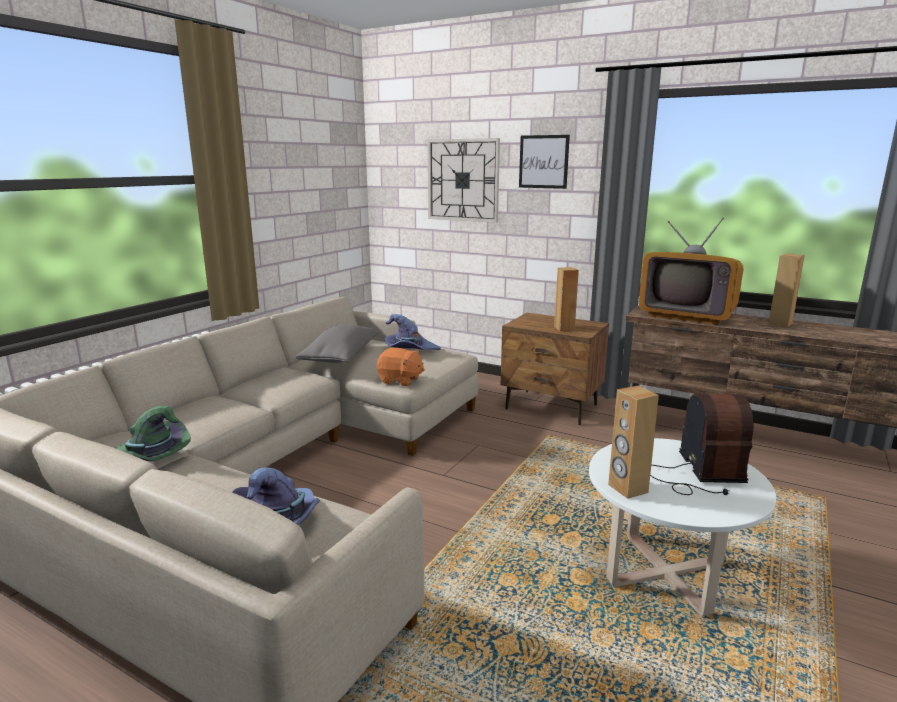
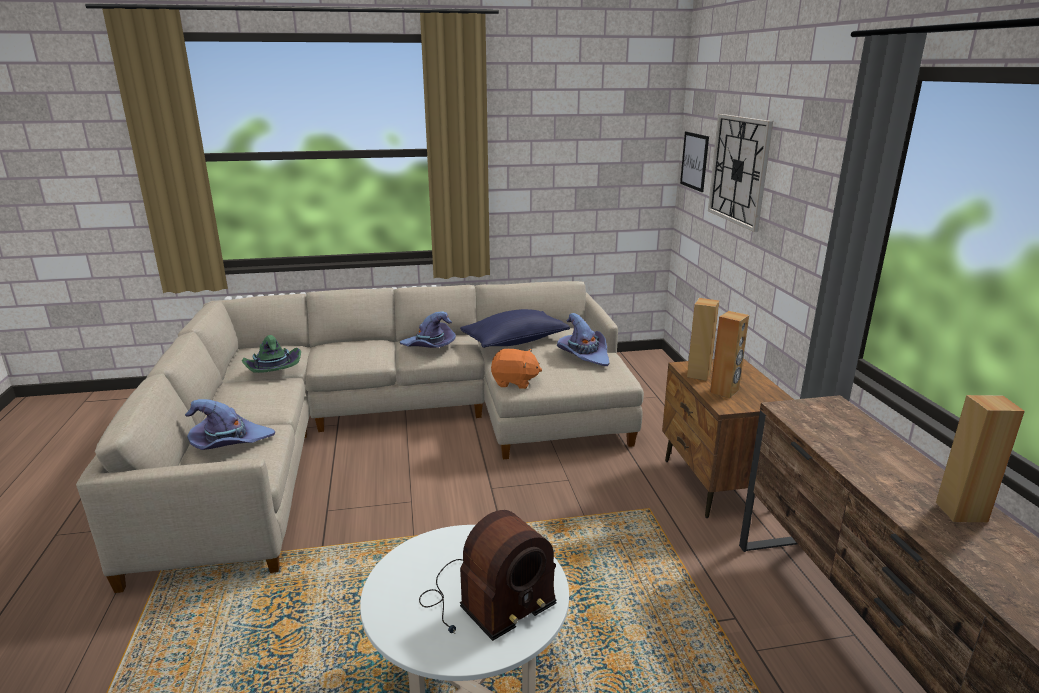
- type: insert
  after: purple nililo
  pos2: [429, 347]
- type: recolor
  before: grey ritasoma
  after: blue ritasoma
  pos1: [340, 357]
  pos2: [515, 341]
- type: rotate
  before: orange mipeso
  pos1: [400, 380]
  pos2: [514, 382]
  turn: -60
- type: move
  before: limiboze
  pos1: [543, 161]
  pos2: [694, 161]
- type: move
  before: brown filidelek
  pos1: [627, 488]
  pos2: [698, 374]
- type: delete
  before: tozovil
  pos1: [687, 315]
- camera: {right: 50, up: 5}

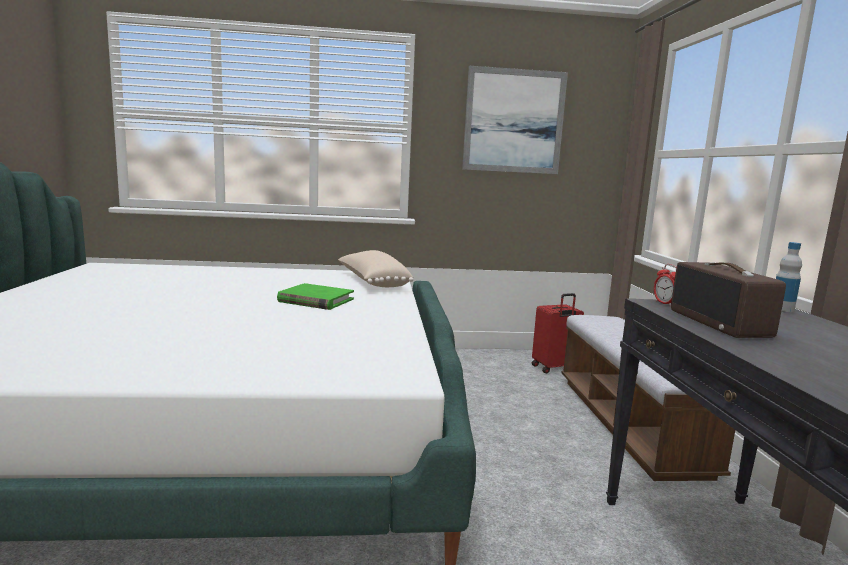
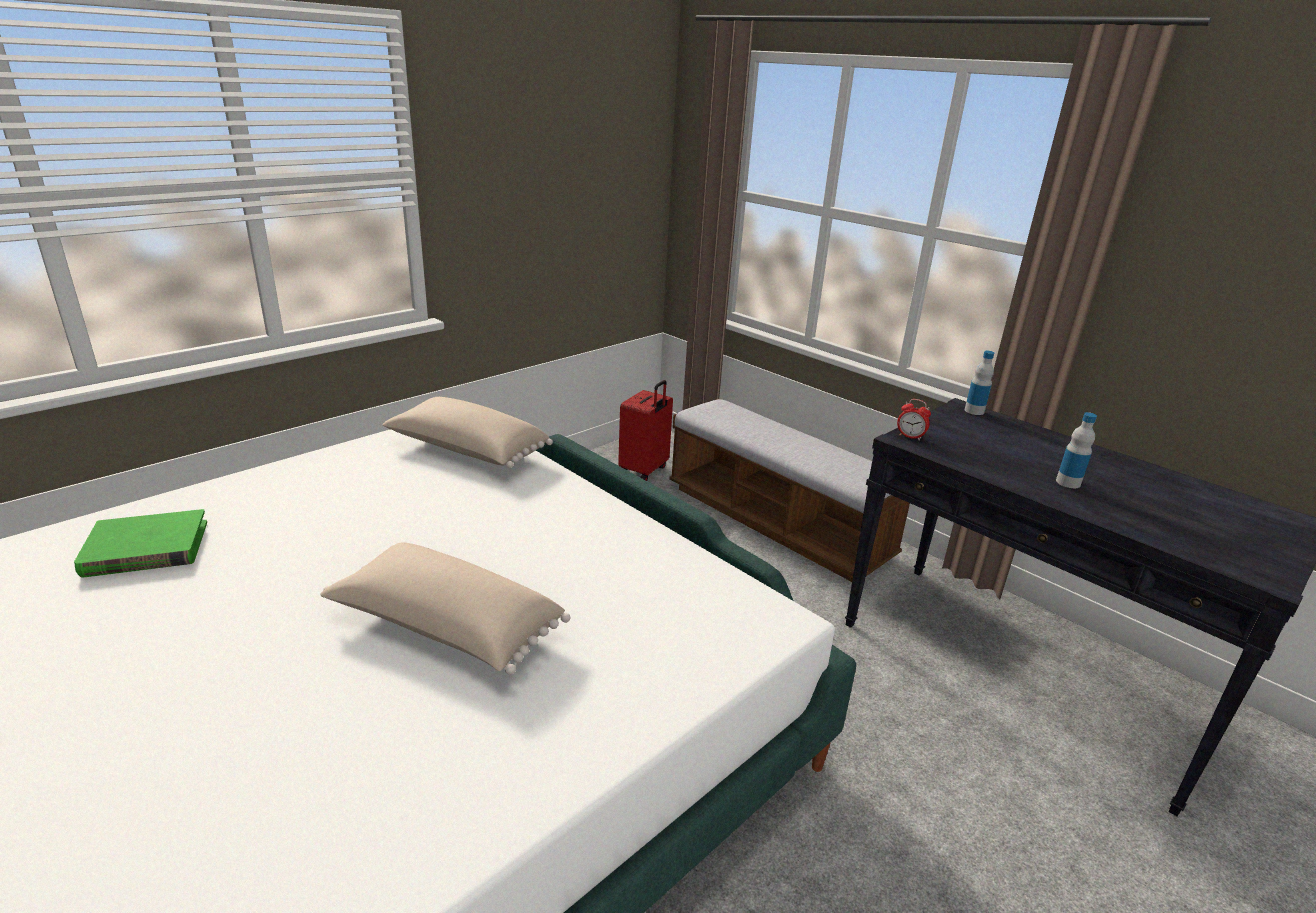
- type: move
  before: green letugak
  pos1: [315, 300]
  pos2: [146, 549]
- type: insert
  after: beige ritasoma
  pos2: [445, 628]
- type: insert
  after: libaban
  pos2: [1068, 482]
- type: delete
  before: limiboze
  pos1: [514, 121]
- type: delete
  before: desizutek
  pos1: [720, 323]
- camera: {right: -40, up: 15}

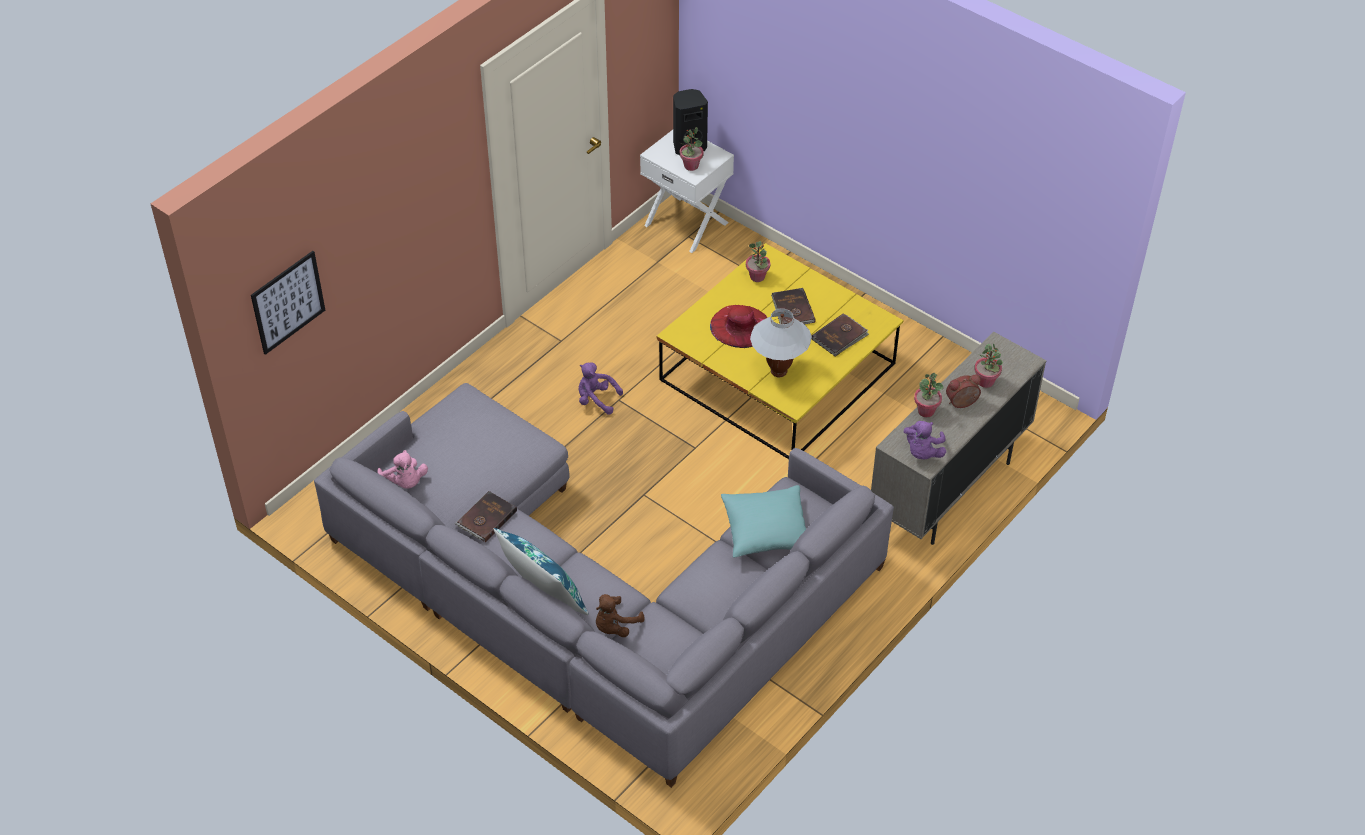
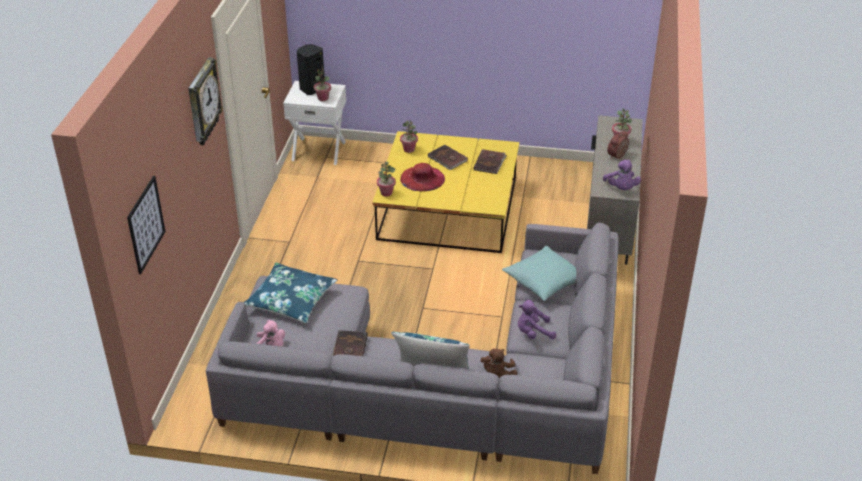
- type: insert
  after: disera
  pos2: [202, 102]
- type: insert
  after: blue ritasoma
  pos2: [291, 300]
- type: move
  before: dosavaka
  pos1: [926, 411]
  pos2: [386, 193]
- type: move
  before: purple mipeso
  pos1: [596, 400]
  pos2: [533, 333]
- type: delete
  before: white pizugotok
  pos1: [779, 371]
- camera: {right: -30, up: -10}

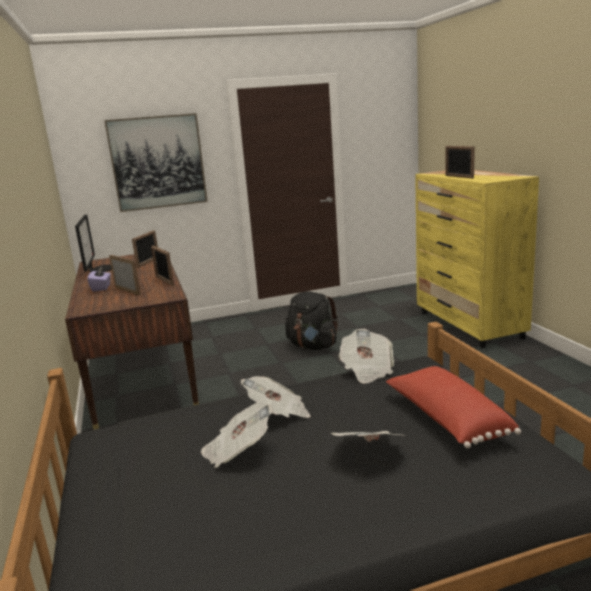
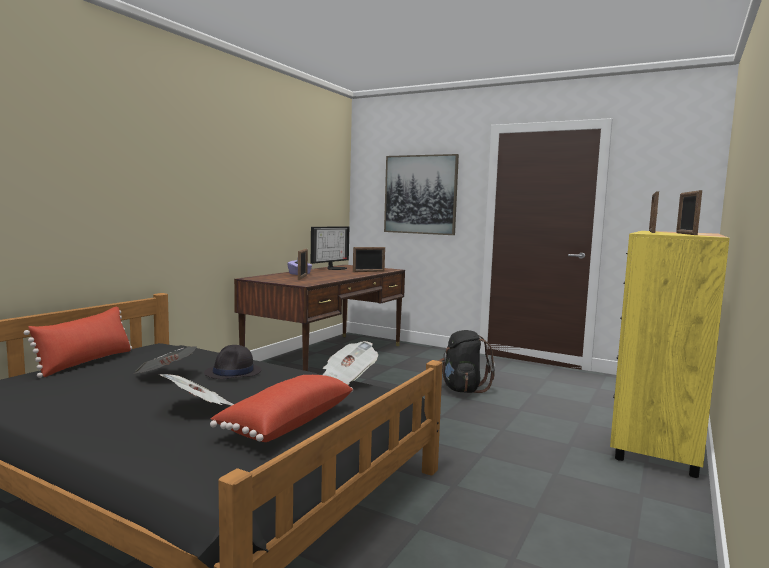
- type: insert
  after: red ritasoma
  pos2: [86, 362]
- type: replace
  before: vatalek
  after: black nililo
  pos1: [278, 413]
  pos2: [233, 372]
- type: move
  before: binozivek
  pos1: [164, 281]
  pos2: [686, 234]
- camera: {right: 45, up: -10}

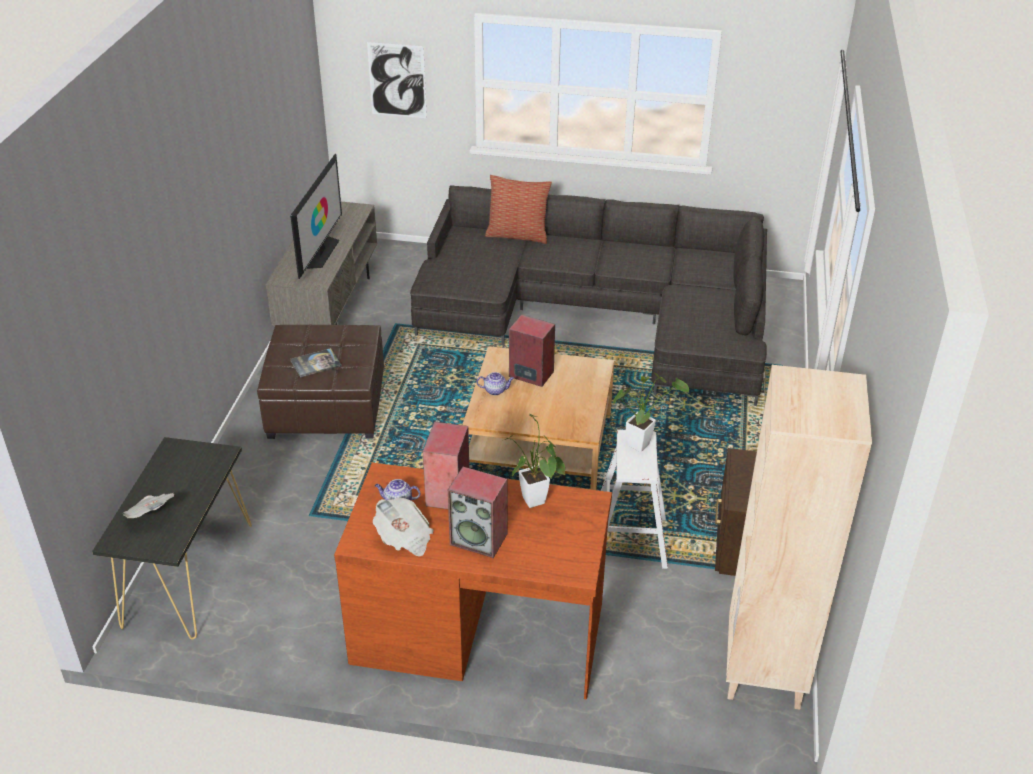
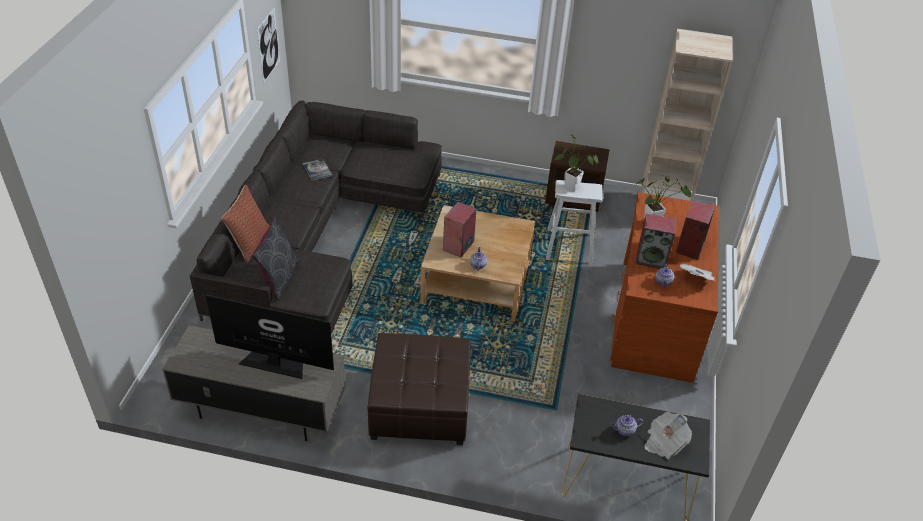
- type: insert
  after: grey ritasoma
  pos2: [278, 278]
- type: move
  before: limiboze
  pos1: [397, 80]
  pos2: [268, 45]
- type: move
  before: letugak
  pos1: [316, 363]
  pos2: [317, 170]
- type: insert
  after: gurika
  pos2: [624, 430]
- camera: {right: -90, up: 5}

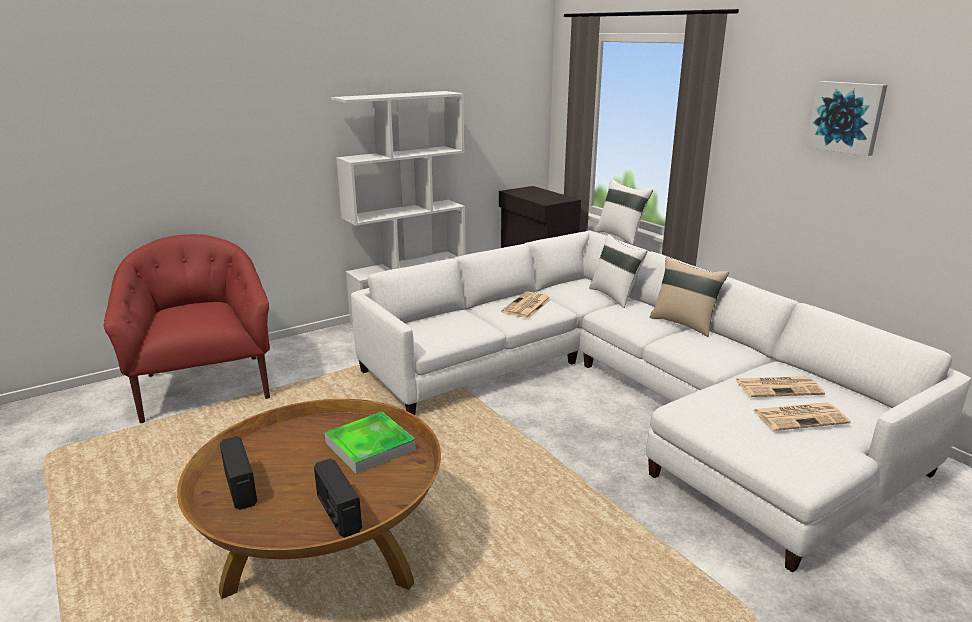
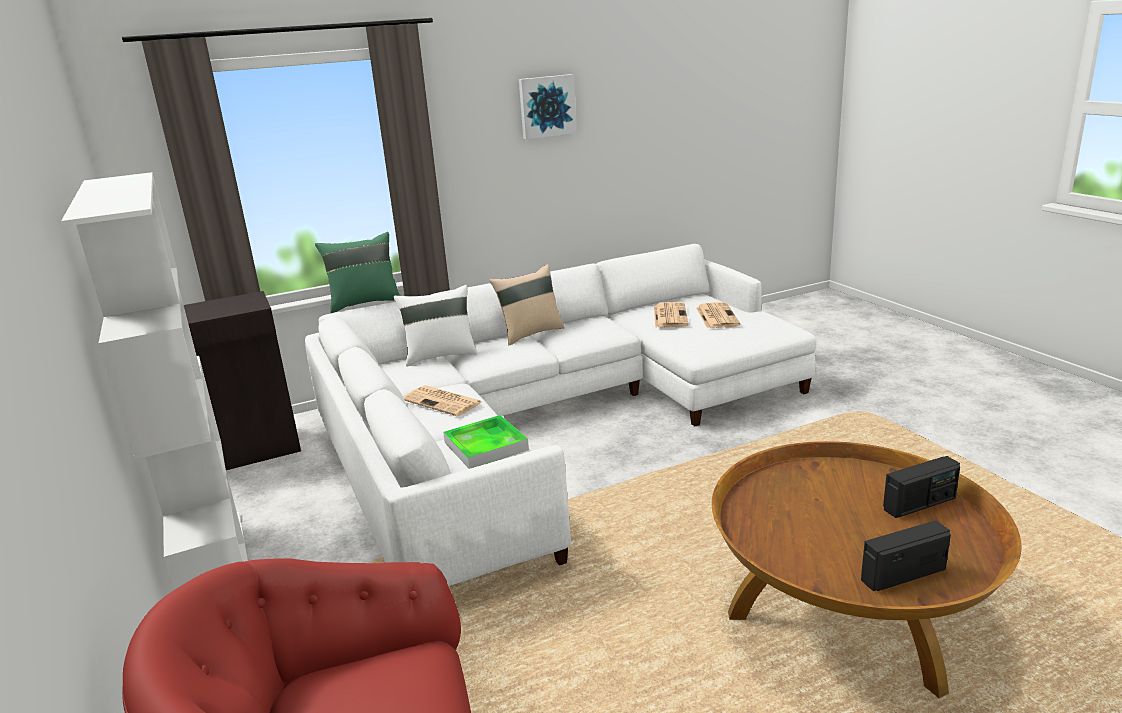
- type: recolor
  before: white ritasoma
  after: green ritasoma
  pos1: [620, 236]
  pos2: [364, 303]
- type: move
  before: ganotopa
  pos1: [370, 446]
  pos2: [486, 446]
- camera: {right: -80, up: 0}

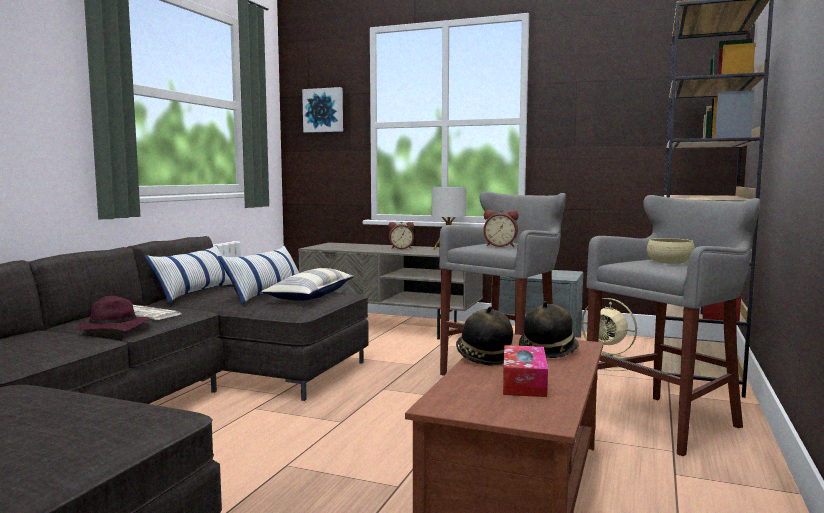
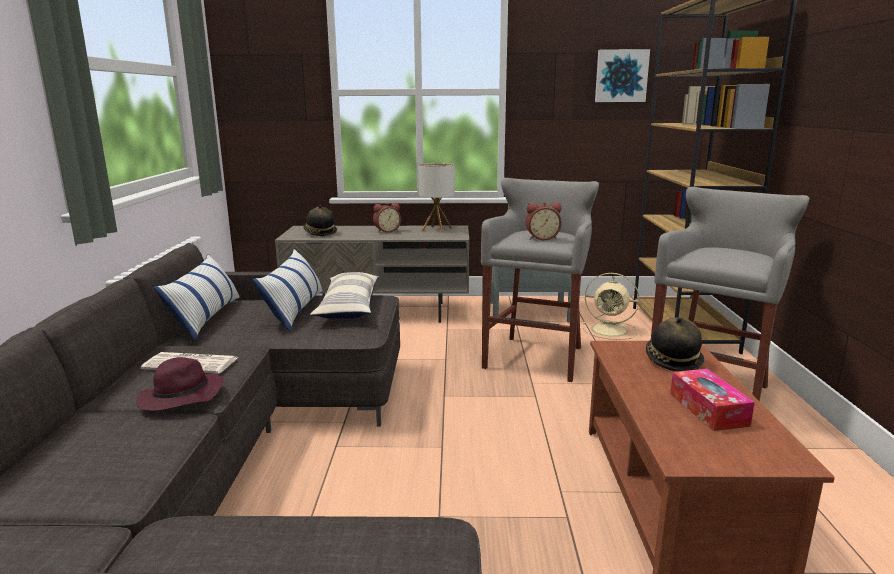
- type: move
  before: nililo
  pos1: [485, 357]
  pos2: [320, 233]
- type: move
  before: limiboze
  pos1: [323, 110]
  pos2: [621, 76]
- type: delete
  before: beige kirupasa
  pos1: [669, 262]
- camera: {right: -20, up: 10}

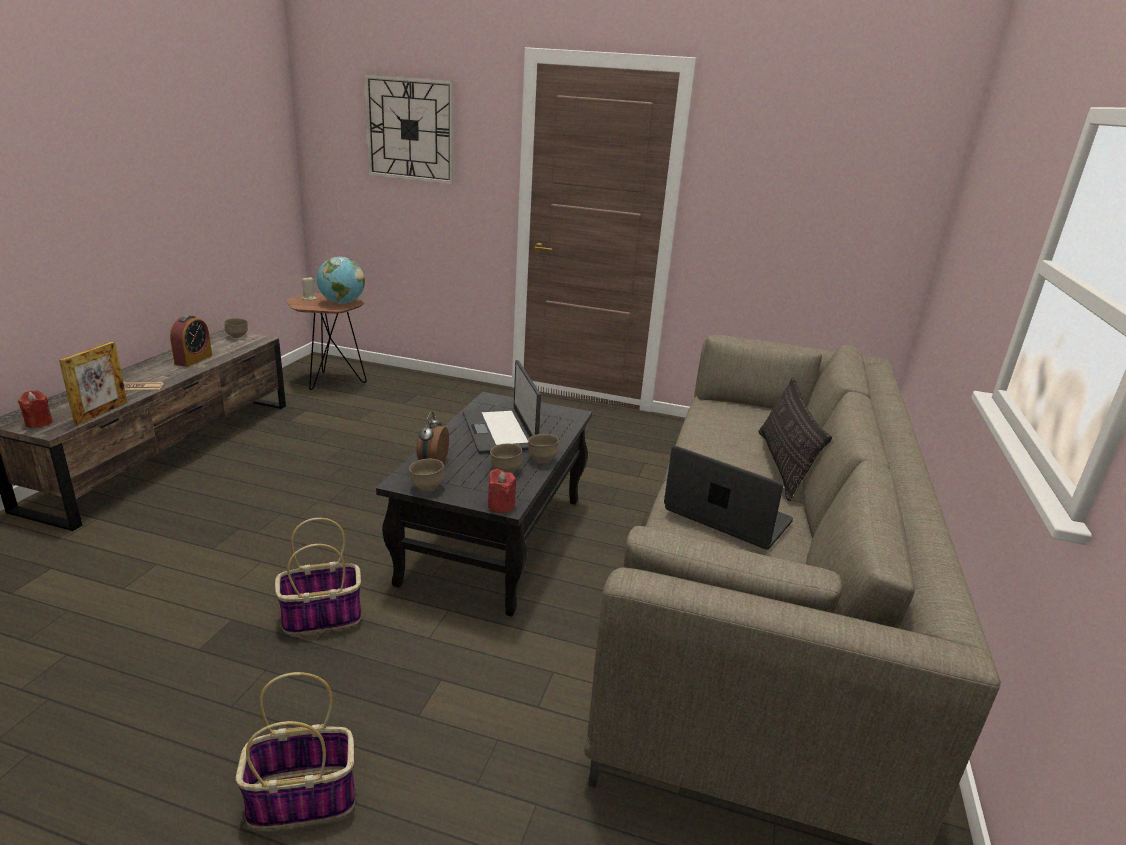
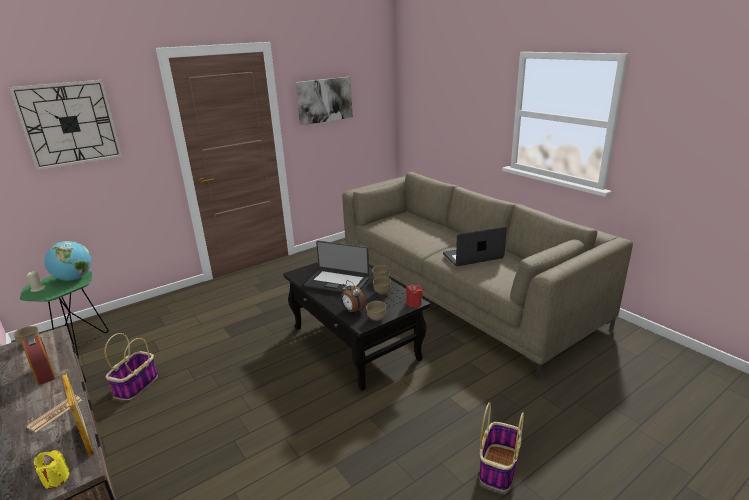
- type: recolor
  before: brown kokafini
  after: green kokafini
  pos1: [330, 381]
  pos2: [79, 346]
- type: recolor
  before: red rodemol
  after: yellow rodemol
  pos1: [39, 423]
  pos2: [56, 479]
- type: move
  before: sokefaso
  pos1: [320, 617]
  pos2: [136, 386]
- type: insert
  after: limiboze
  pos2: [324, 100]
- type: delete
  before: ritasoma
  pos1: [782, 465]
- camera: {right: -50, up: 0}

